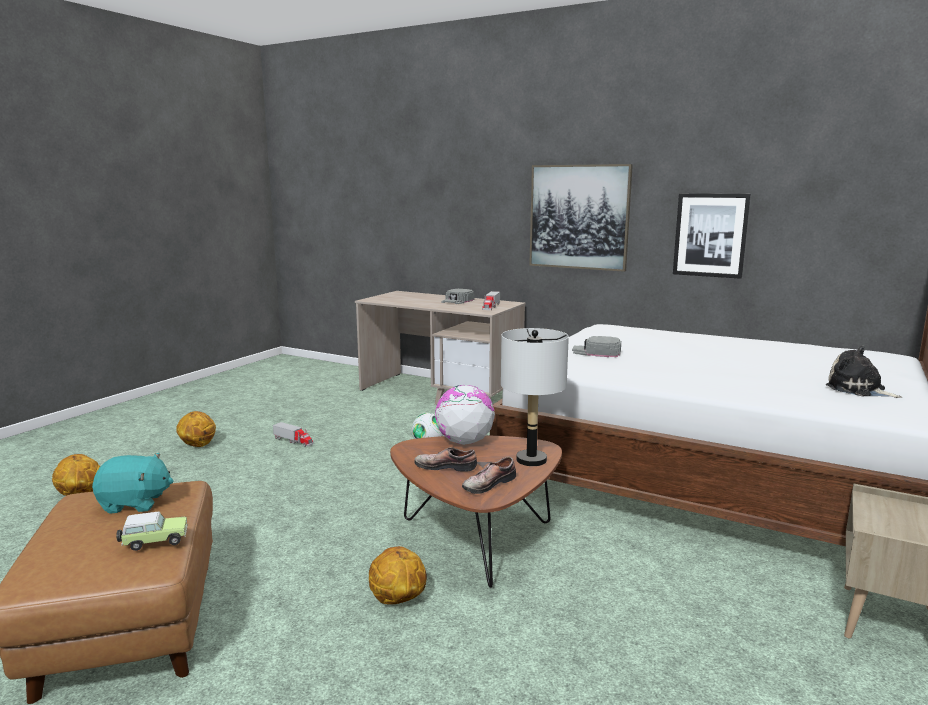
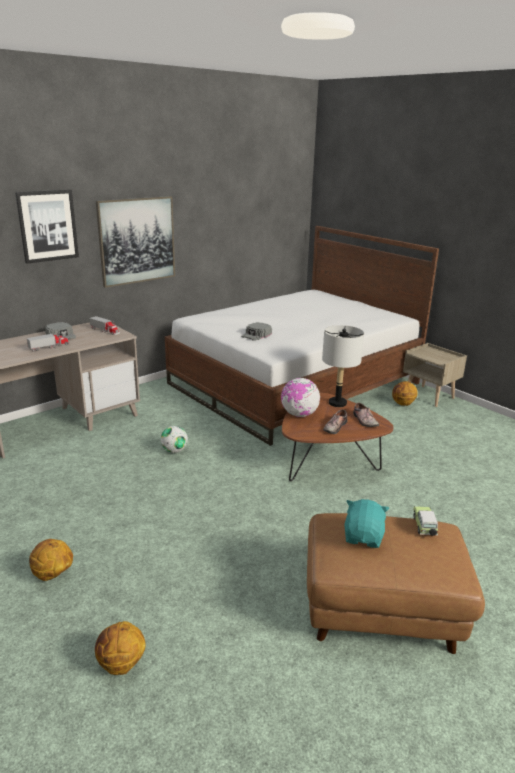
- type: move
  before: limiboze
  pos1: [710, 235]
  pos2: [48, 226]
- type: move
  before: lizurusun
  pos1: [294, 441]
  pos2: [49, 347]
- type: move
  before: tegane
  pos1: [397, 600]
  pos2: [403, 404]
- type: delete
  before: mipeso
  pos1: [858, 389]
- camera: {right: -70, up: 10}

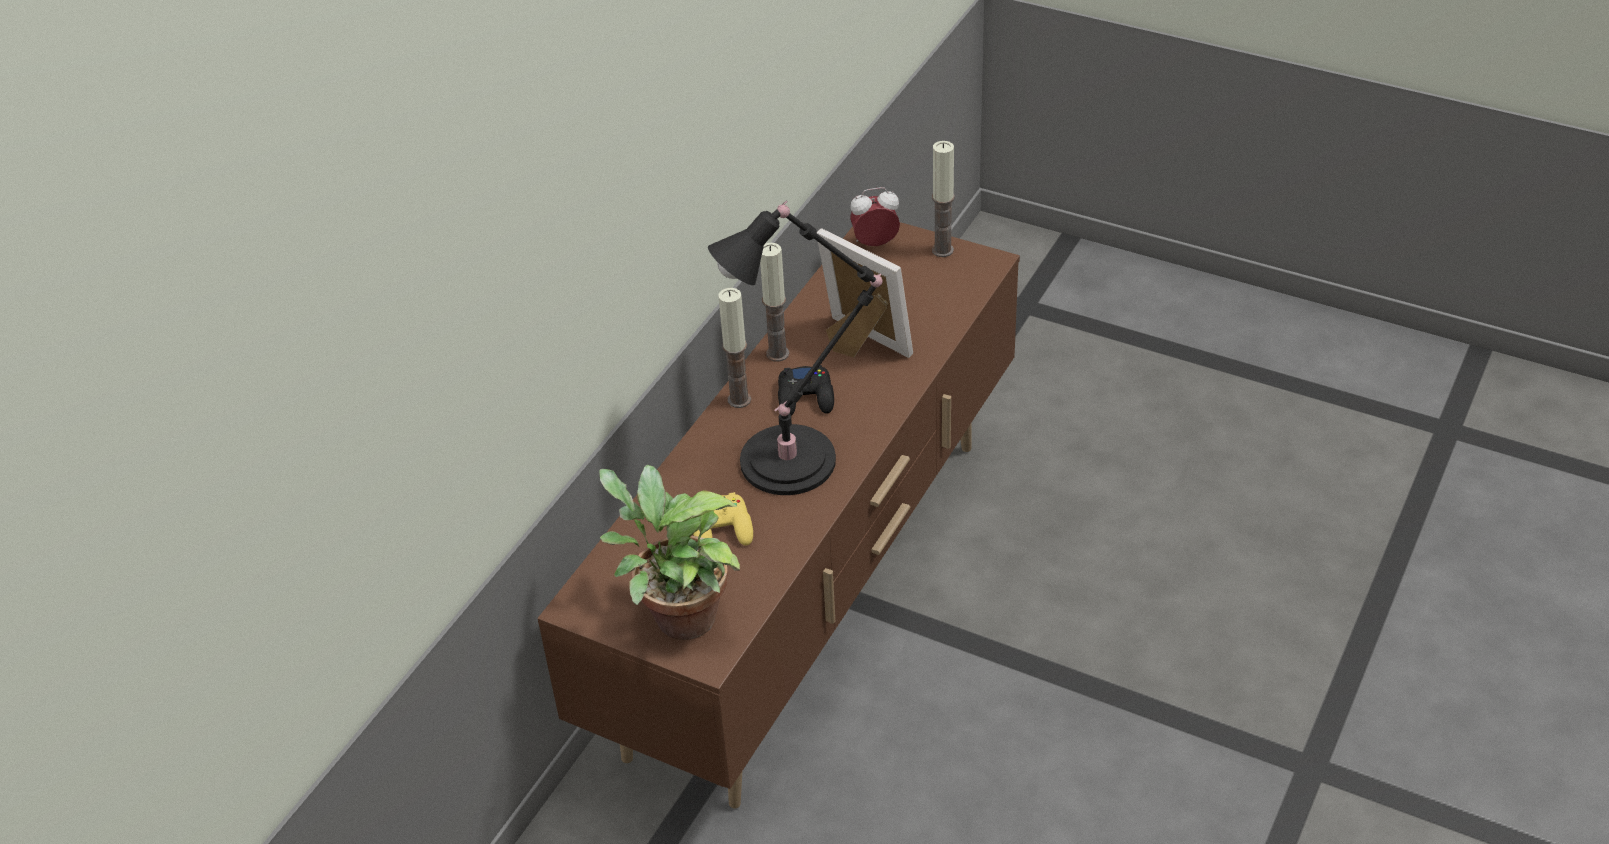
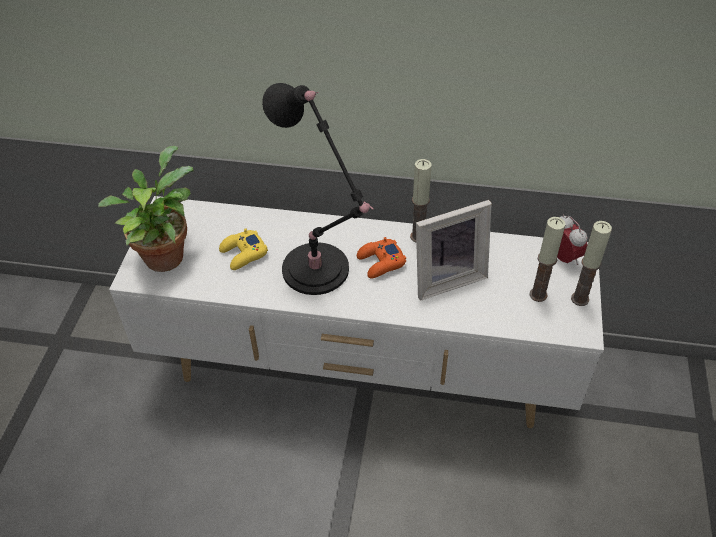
- type: recolor
  before: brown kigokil
  after: white kigokil
  pos1: [813, 593]
  pos2: [361, 372]
- type: recolor
  before: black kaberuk
  after: orange kaberuk
  pos1: [806, 397]
  pos2: [380, 262]
- type: rotate
  before: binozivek
  pos1: [860, 346]
  pos2: [446, 277]
  turn: 45
- type: move
  before: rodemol
  pos1: [739, 400]
  pos2: [538, 295]
- camera: {right: 70, up: 5}

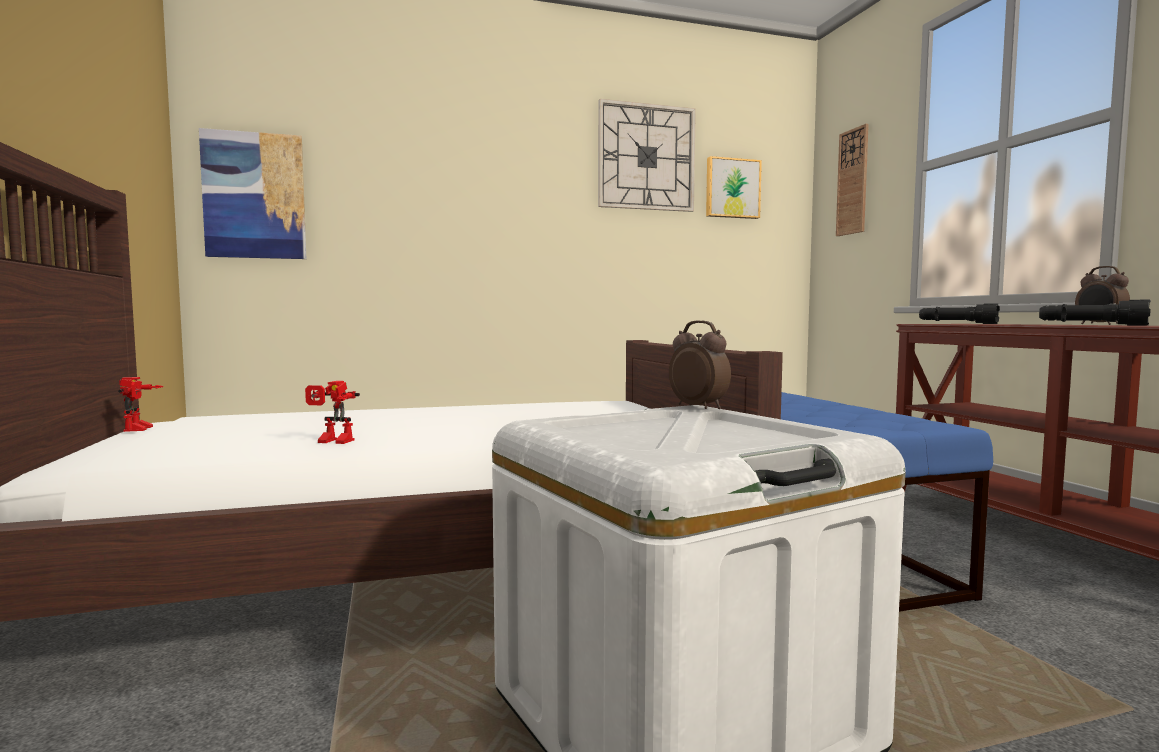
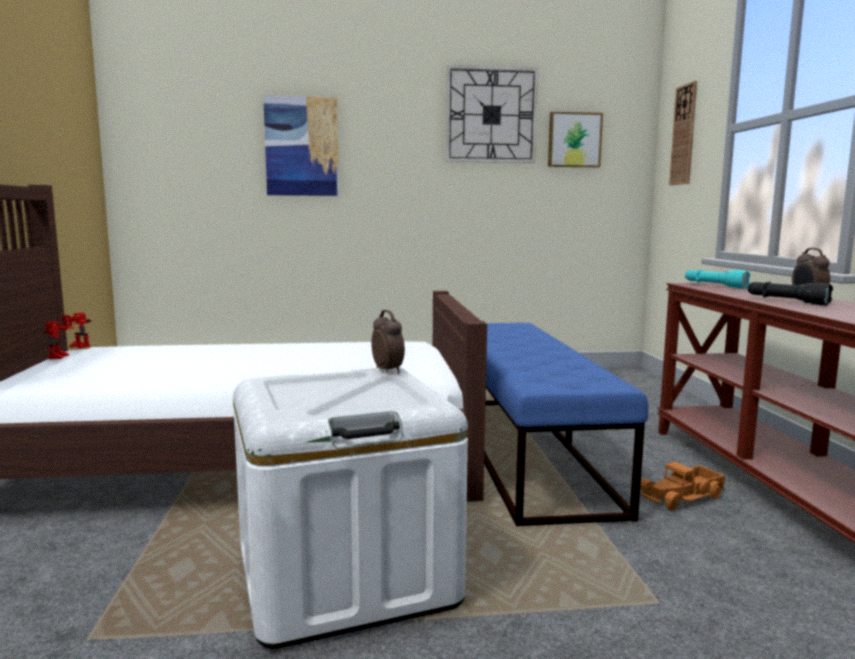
- type: move
  before: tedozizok
  pos1: [331, 442]
  pos2: [77, 347]
- type: move
  before: limiboze
  pos1: [254, 196]
  pos2: [302, 146]
- type: insert
  after: lizurusun
  pos2: [683, 497]
- type: recolor
  before: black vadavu
  after: turquoise vadavu
  pos1: [957, 323]
  pos2: [714, 286]
- camera: {right: 10, up: 5}

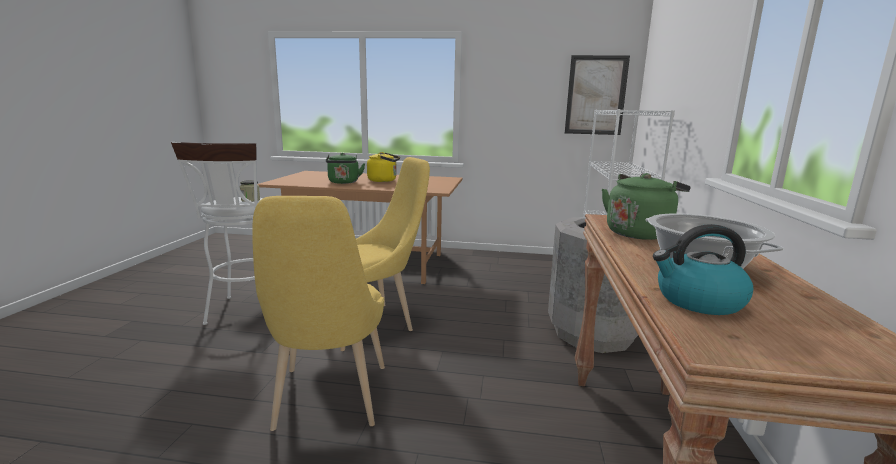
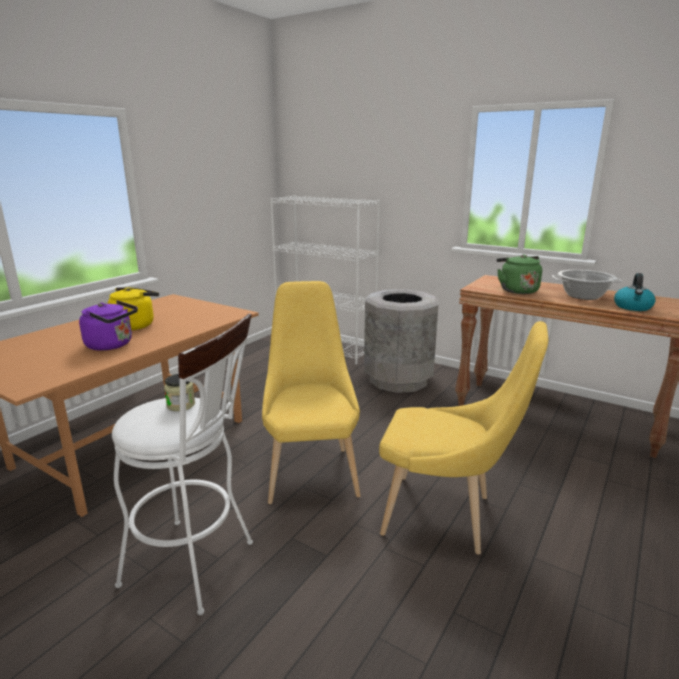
- type: recolor
  before: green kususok
  after: purple kususok
  pos1: [344, 182]
  pos2: [112, 345]
- type: delete
  before: limiboze
  pos1: [596, 95]
- camera: {right: -65, up: 5}

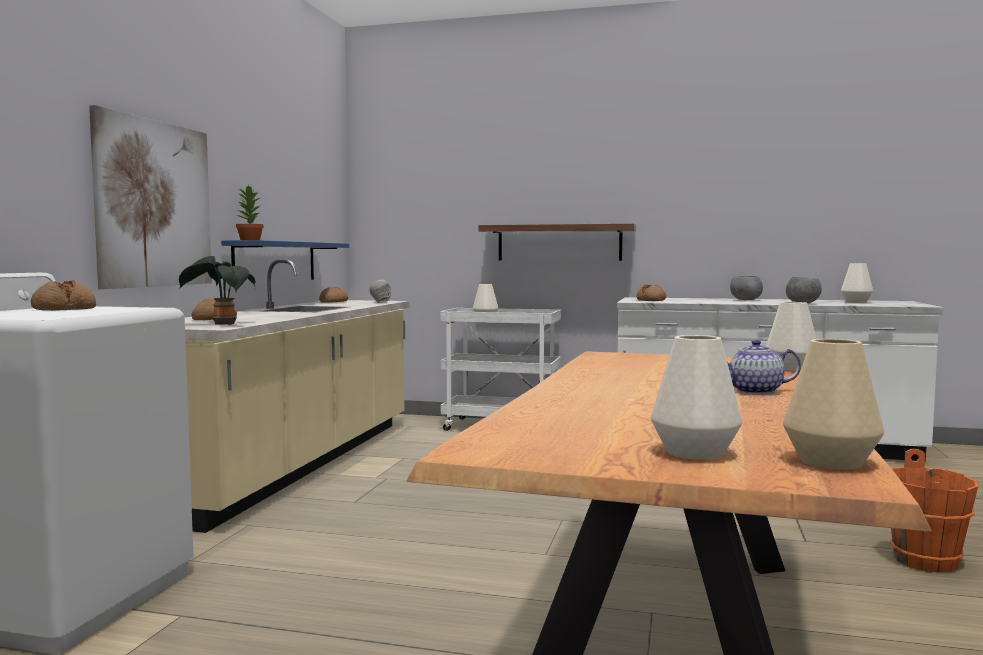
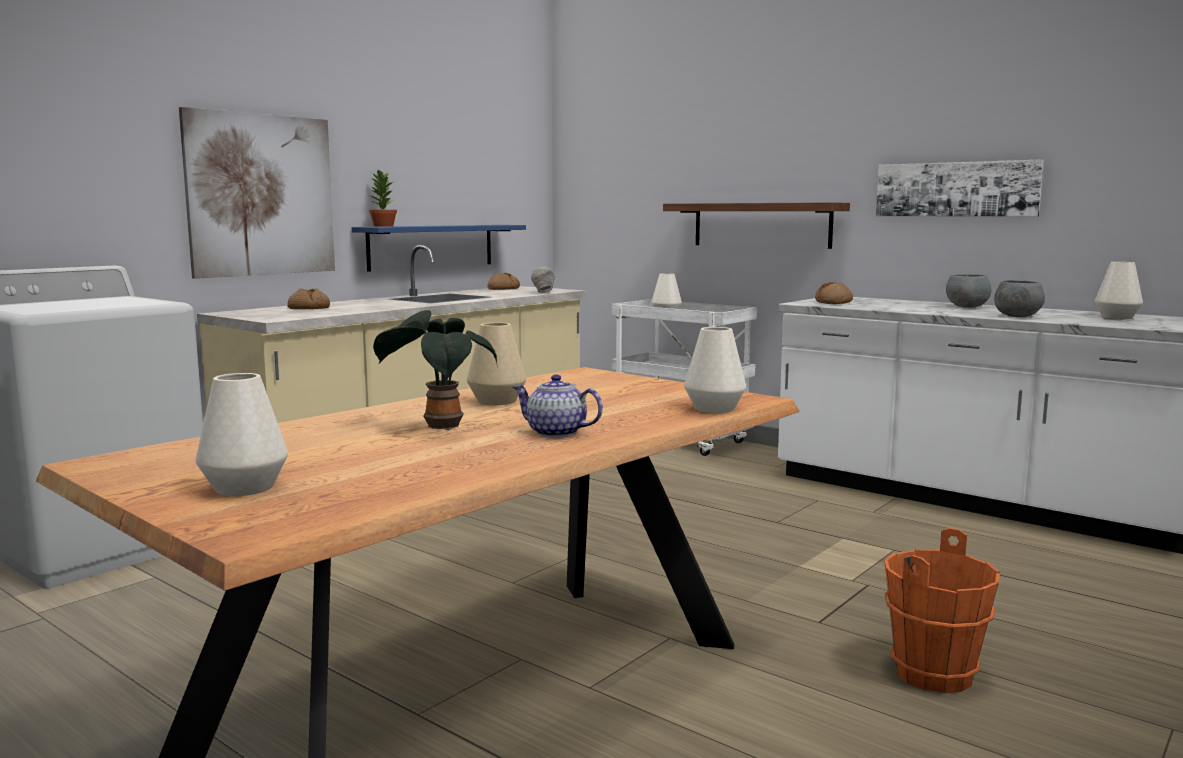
- type: move
  before: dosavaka
  pos1: [221, 324]
  pos2: [439, 426]
- type: move
  before: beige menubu
  pos1: [831, 461]
  pos2: [497, 401]
- type: insert
  after: limiboze
  pos2: [956, 189]
- type: delete
  before: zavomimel
  pos1: [64, 309]
- camera: {right: 25, up: 5}

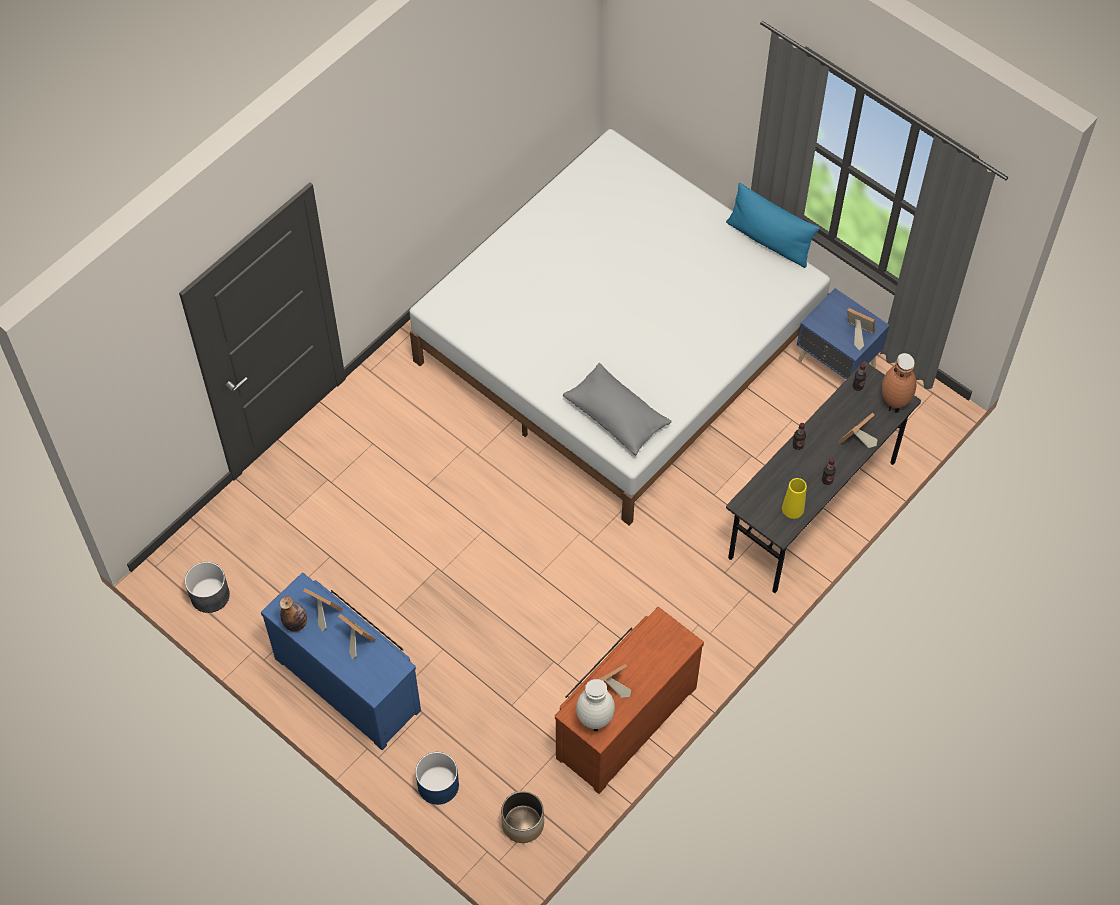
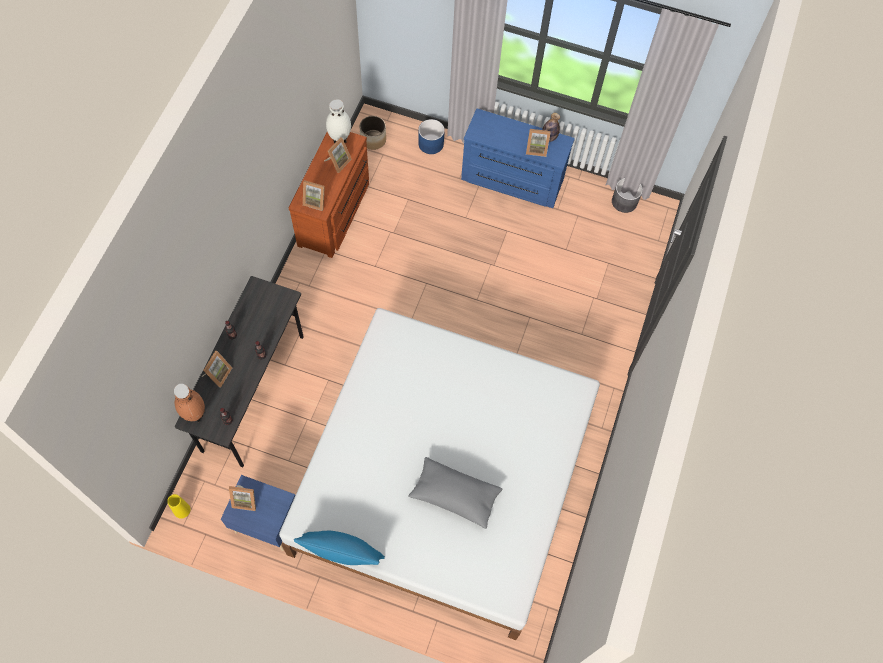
- type: move
  before: yellow menubu
  pos1: [793, 508]
  pos2: [182, 510]
- type: move
  before: binozivek
  pos1: [356, 640]
  pos2: [315, 201]
- type: move
  before: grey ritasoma
  pos1: [616, 416]
  pos2: [454, 495]
- camera: {right: 155, up: 5}

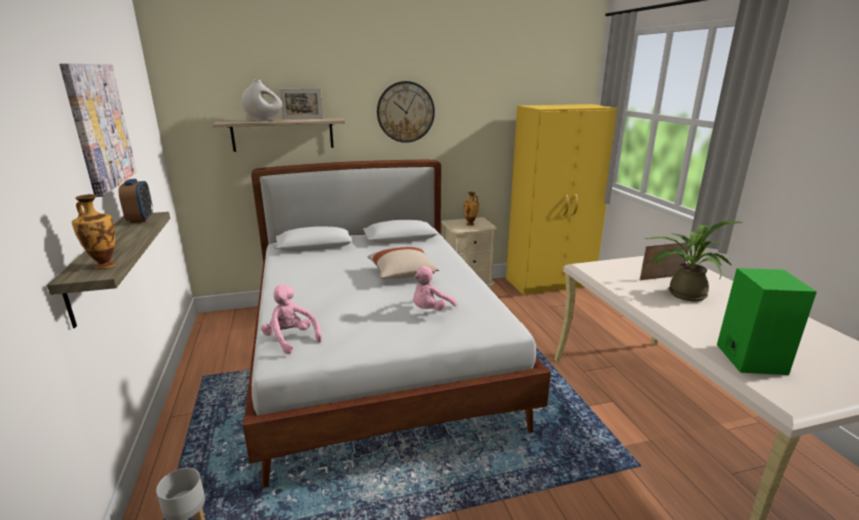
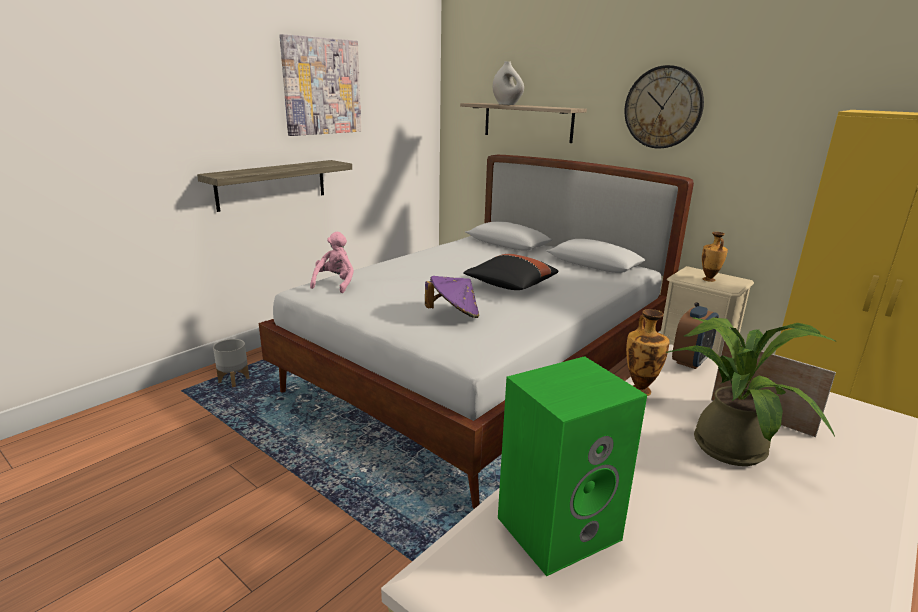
- type: replace
  before: pink mipeso
  after: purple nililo
  pos1: [430, 310]
  pos2: [454, 315]
- type: recolor
  before: beige ritasoma
  after: black ritasoma
  pos1: [403, 274]
  pos2: [510, 286]
- type: move
  before: menubu
  pos1: [104, 265]
  pos2: [640, 390]
- type: move
  before: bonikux
  pos1: [141, 219]
  pos2: [691, 361]
- type: delete
  before: binozivek
  pos1: [303, 119]
- camera: {right: 55, up: 0}

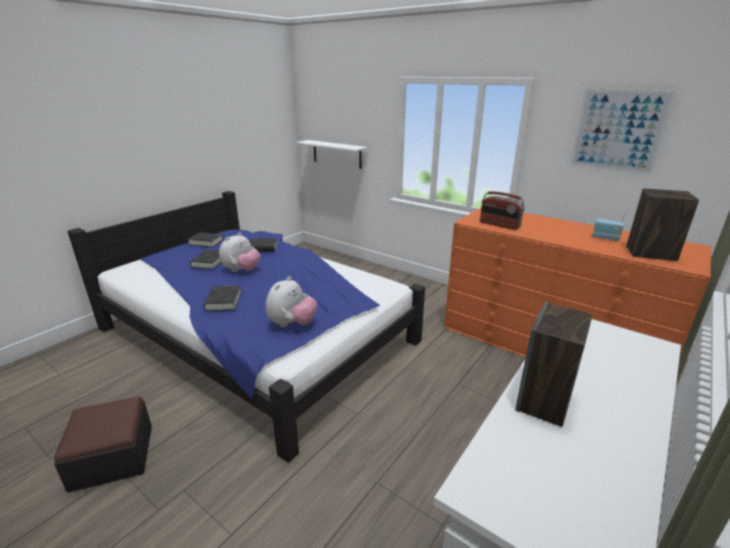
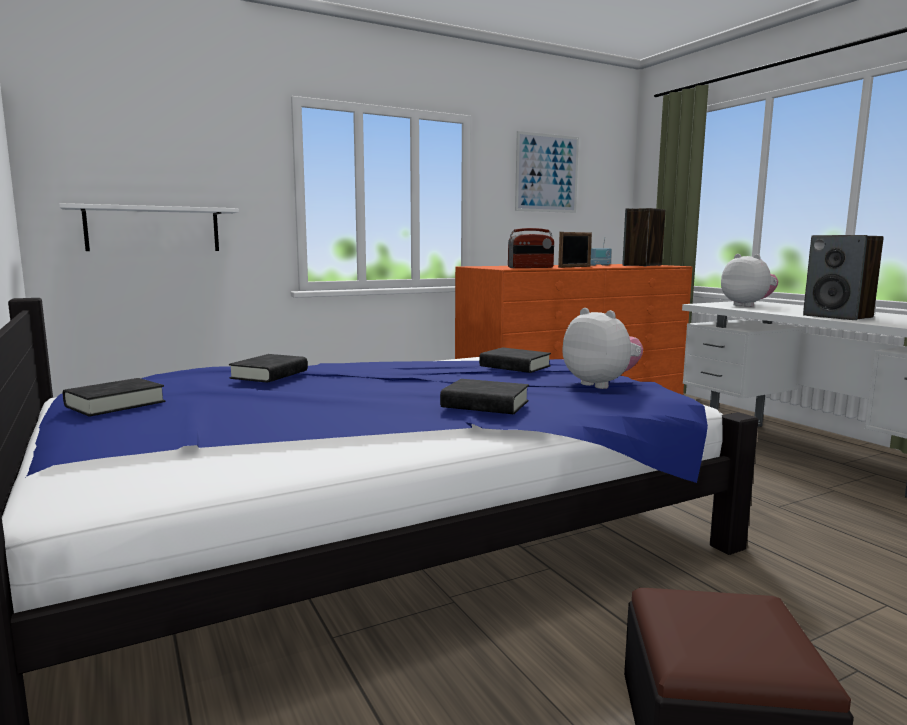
- type: move
  before: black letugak
  pos1: [209, 262]
  pos2: [515, 366]
- type: insert
  after: binozivek
  pos2: [574, 267]
- type: move
  before: mipeso
  pos1: [241, 270]
  pos2: [747, 305]
- camera: {right: -65, up: -15}

